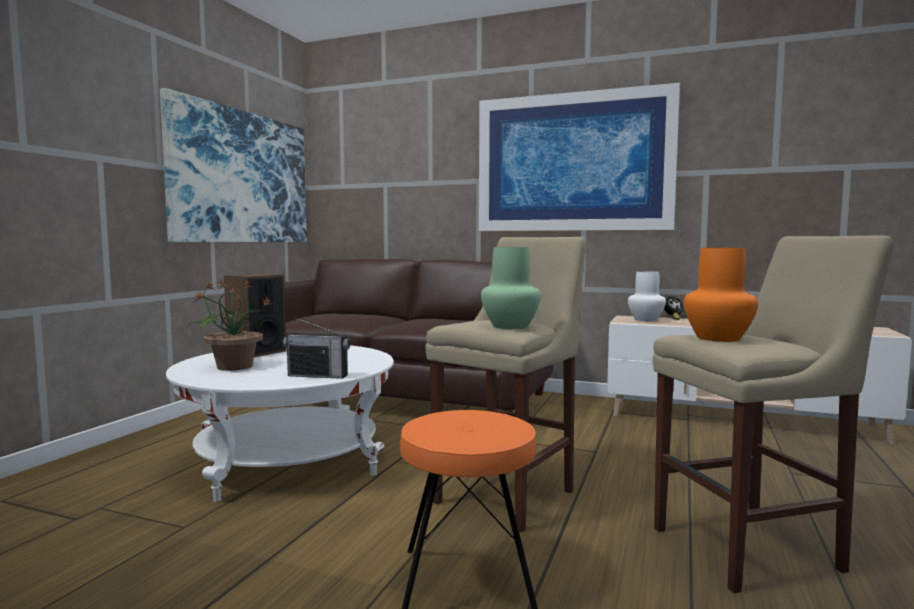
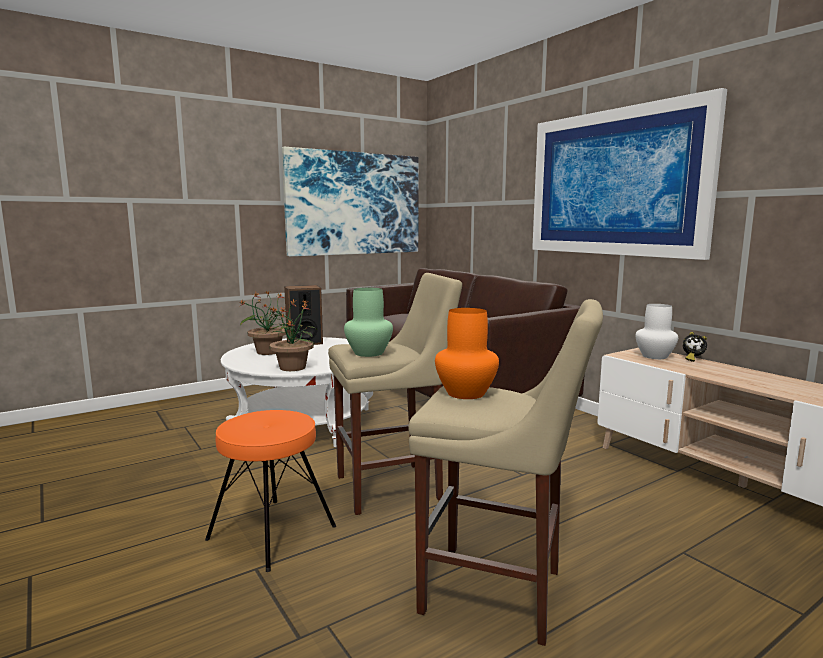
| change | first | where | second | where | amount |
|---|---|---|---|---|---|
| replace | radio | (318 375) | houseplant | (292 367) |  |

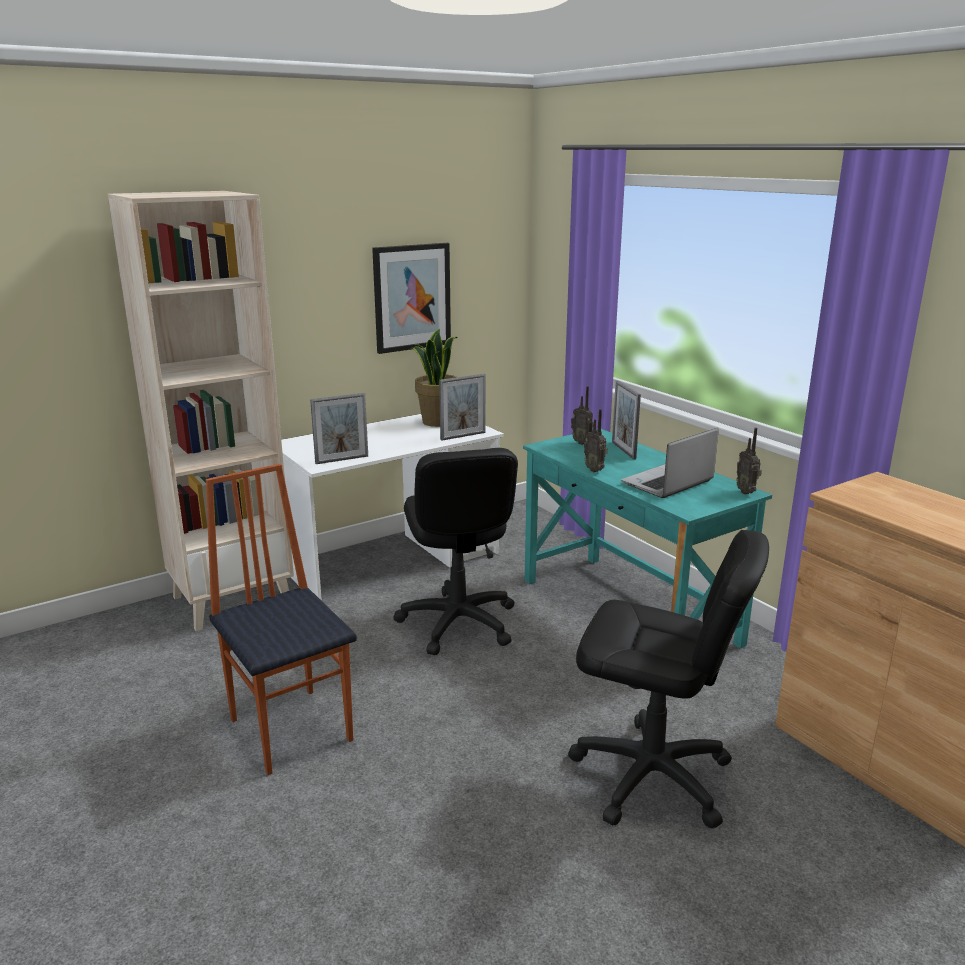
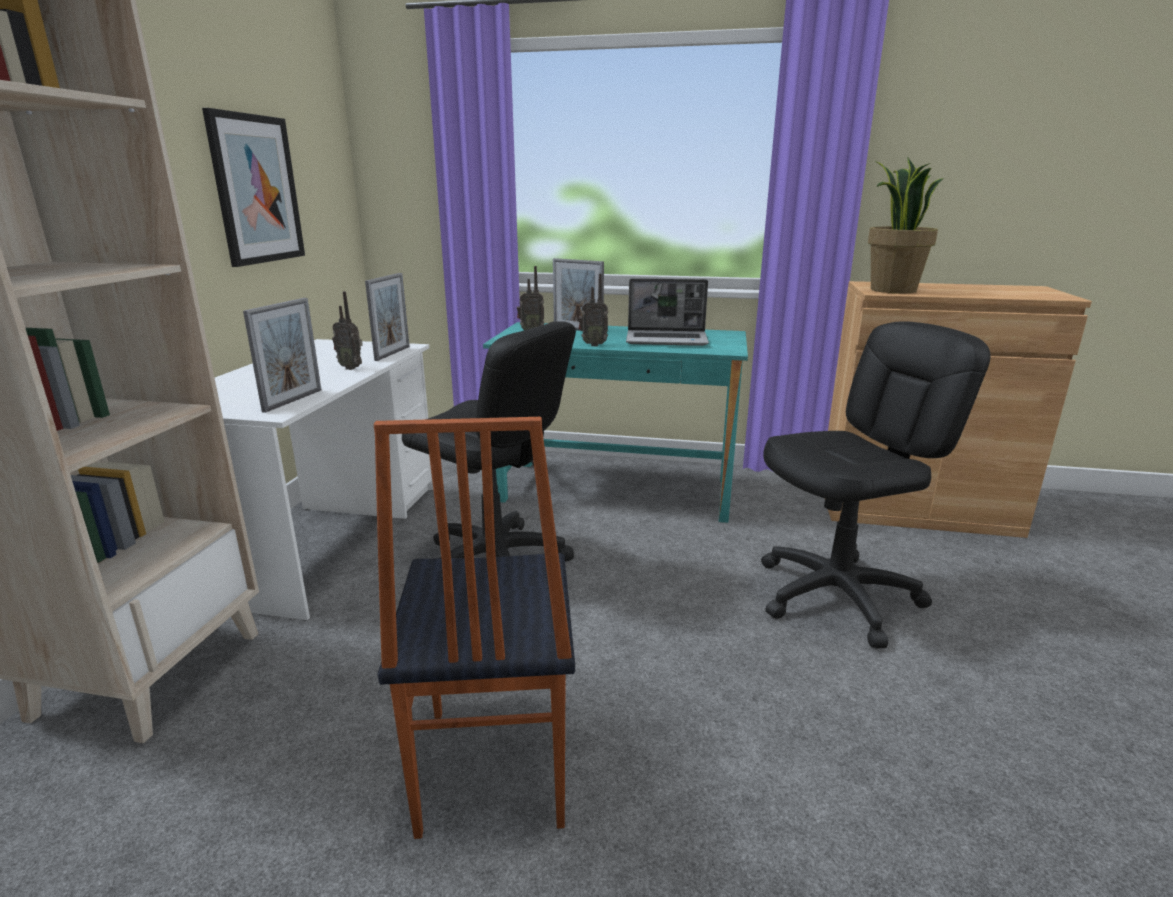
| change | first | where | second | where | amount |
|---|---|---|---|---|---|
| move | houseplant | (437 421) |  | (891 290) |  |
| rotate | portable computer | (667 483) |  | (667 340) | 90 degrees counterclockwise |
| move | radio | (746 492) |  | (351 368) |  |
| rotate | chair | (292 728) |  | (490 767) | 105 degrees counterclockwise |

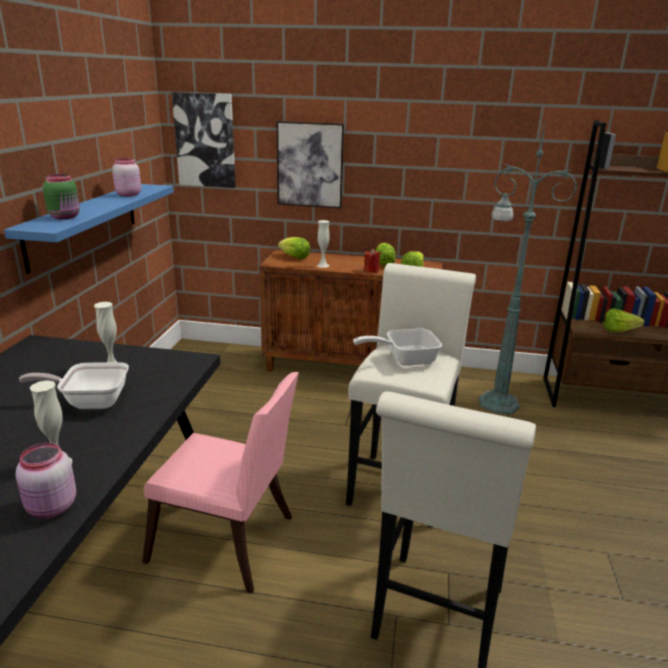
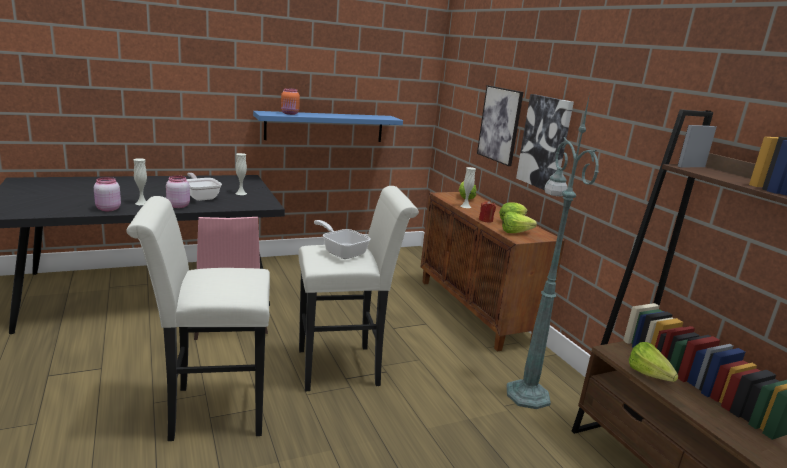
| change | first | where | second | where | amount |
|---|---|---|---|---|---|
| move | wall picture | (205 140) |  | (545 142) |  |
| move | pink-coloured jar | (128 194) |  | (178 206) |  |
| recolor | green-coloured jar | (65 217) | orangey jar | (290 113) |  |

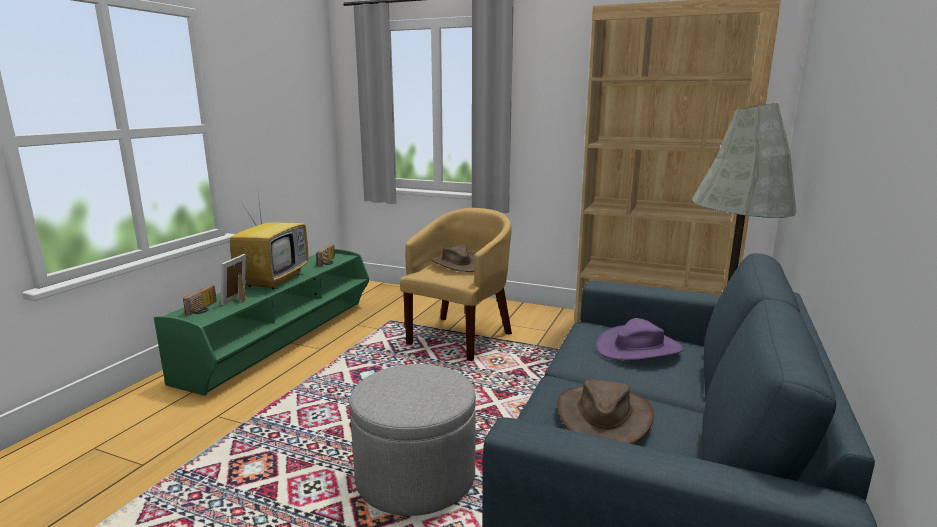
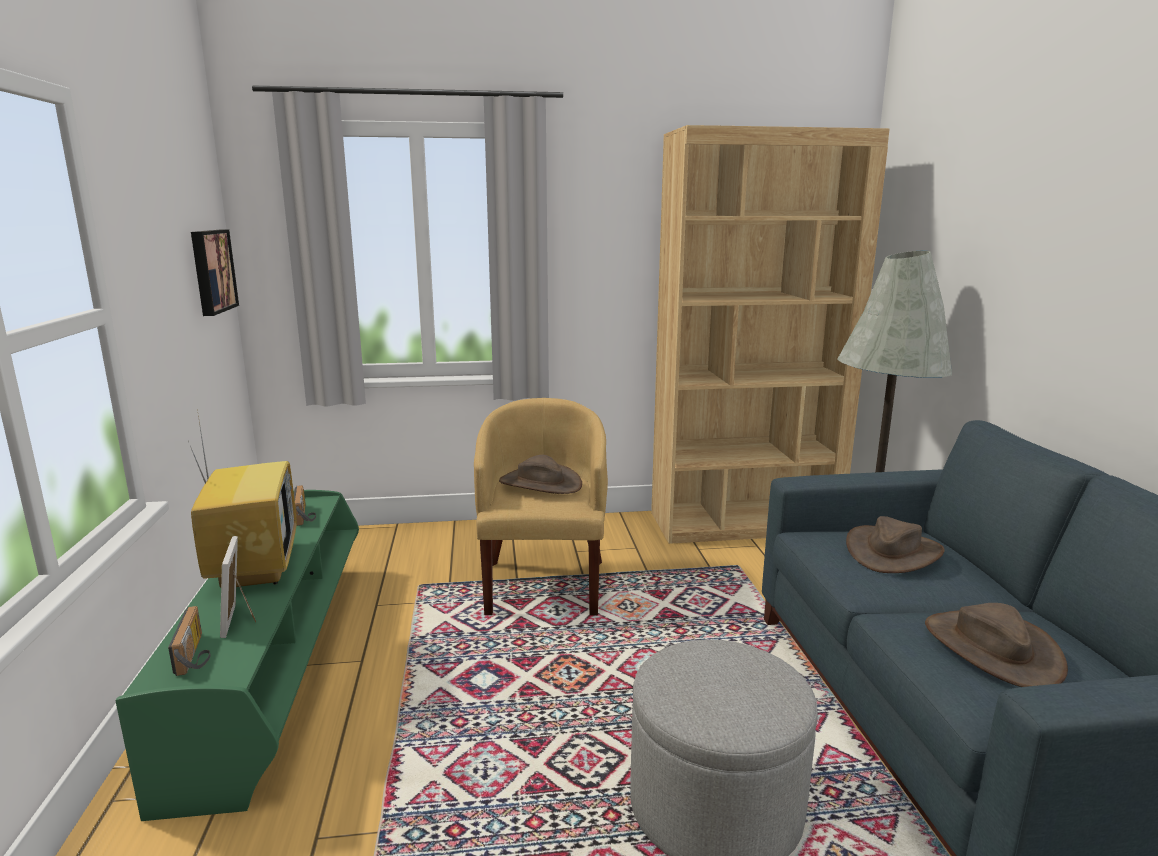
| change | first | where | second | where | amount |
|---|---|---|---|---|---|
| recolor | purple-coloured hat | (638 348) | brown hat | (892 552) |  |
| insert |  |  | wall picture | (211 271) |  |

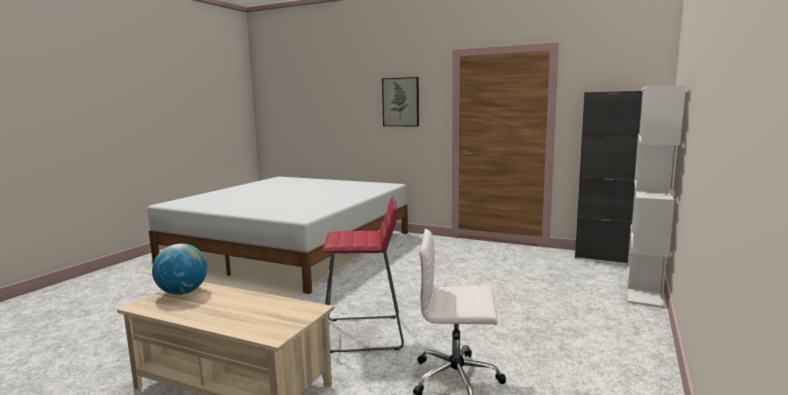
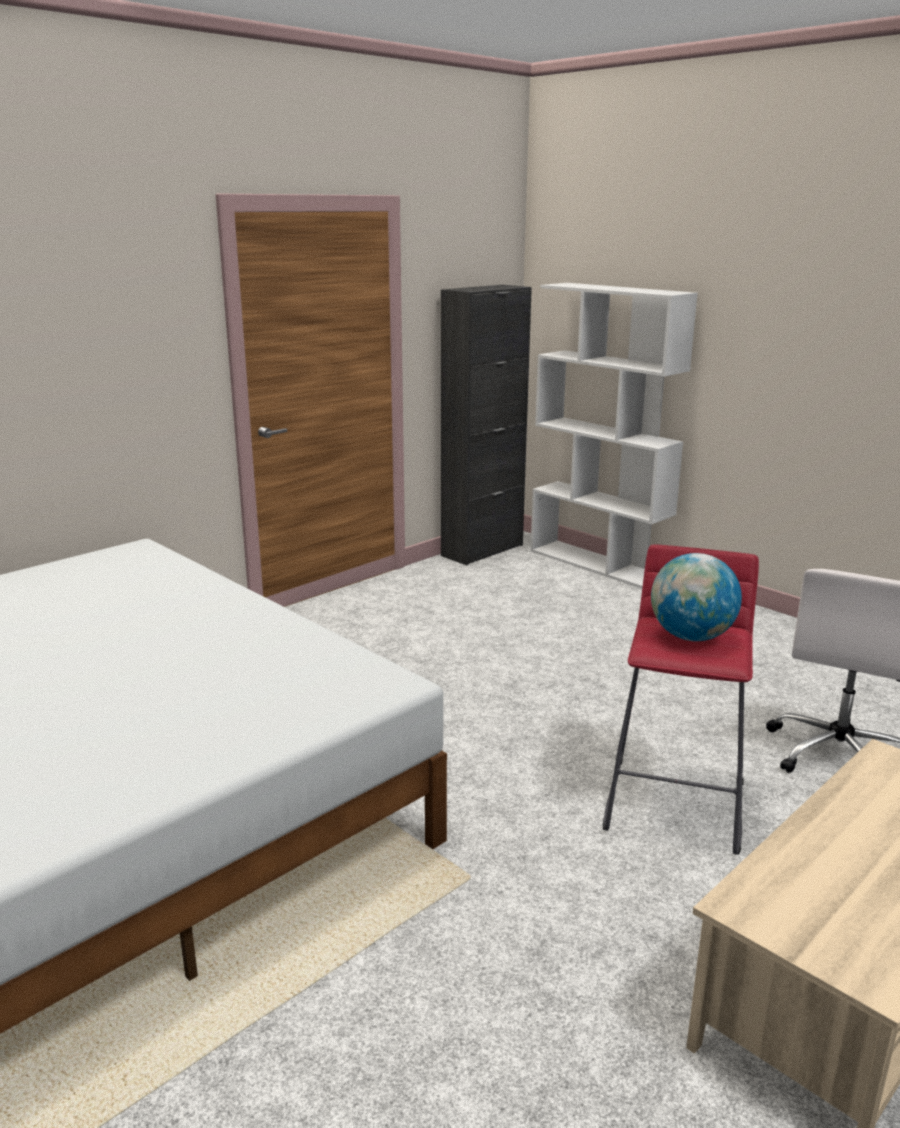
| change | first | where | second | where | amount |
|---|---|---|---|---|---|
| delete | wall picture | (401 102) |  |  |  |
| move | world globe | (182 292) |  | (691 637) |  |

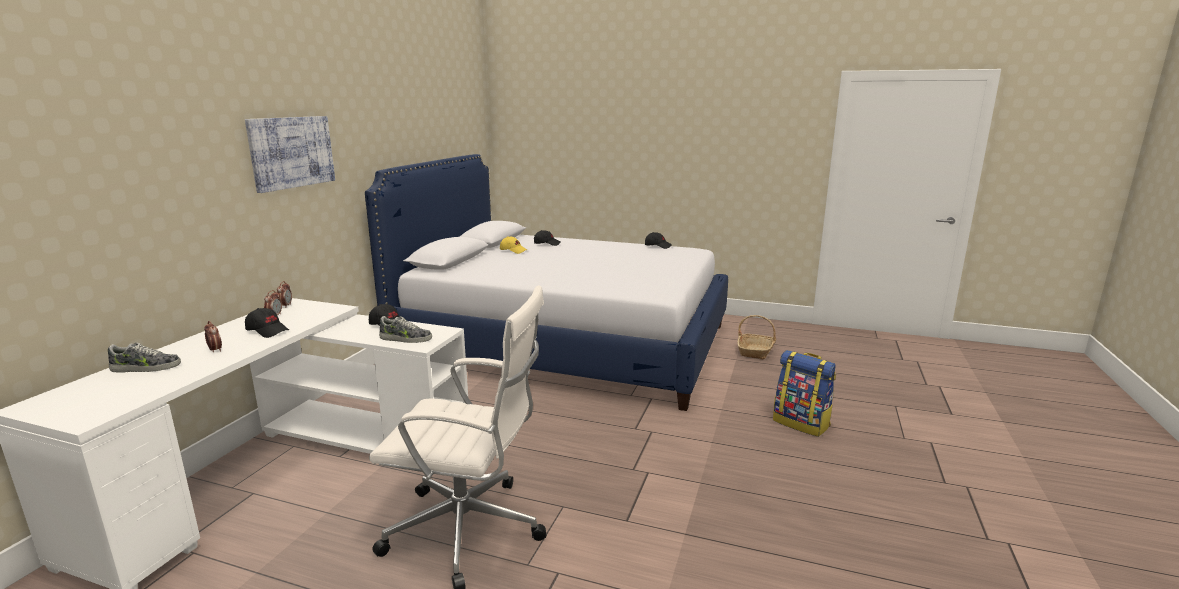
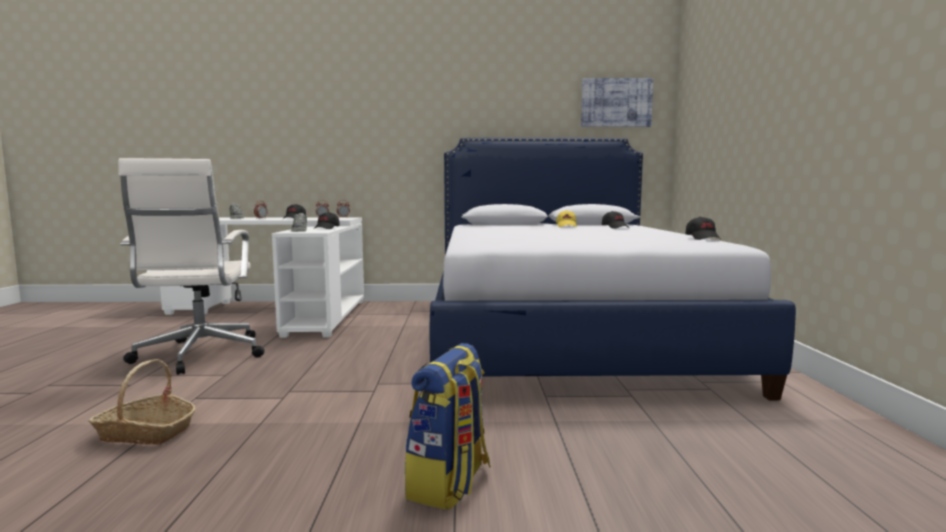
| change | first | where | second | where | amount |
|---|---|---|---|---|---|
| move | wall picture | (291 152) |  | (616 102) |  |
| move | storage basket | (756 351) |  | (146 433) |  |

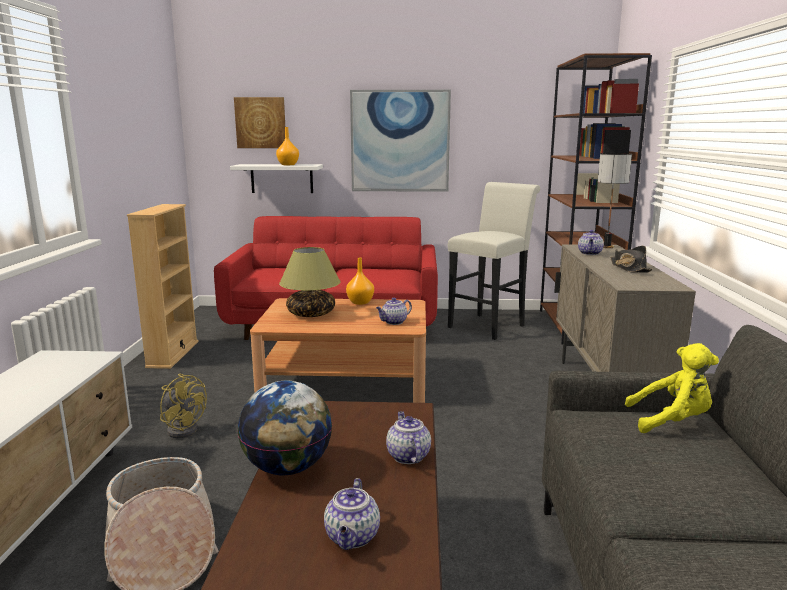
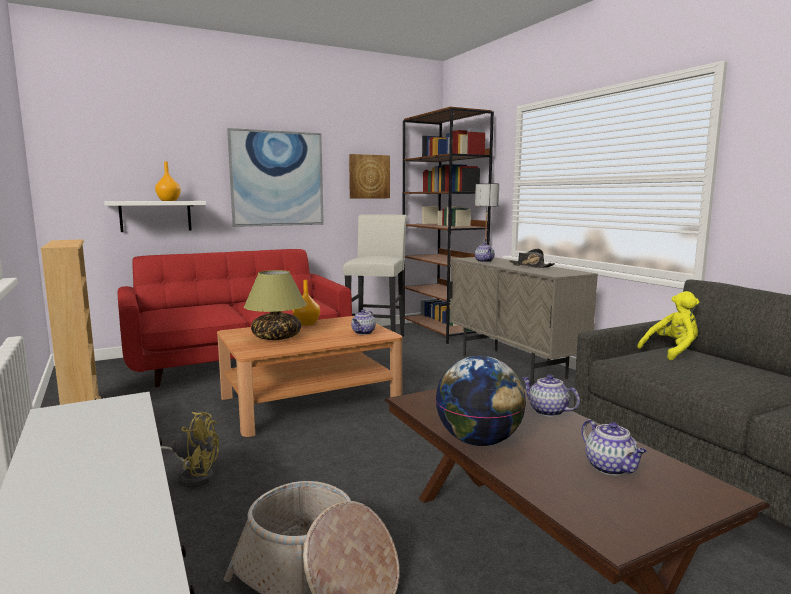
| change | first | where | second | where | amount |
|---|---|---|---|---|---|
| move | wall picture | (261 123) |  | (369 176) |  |

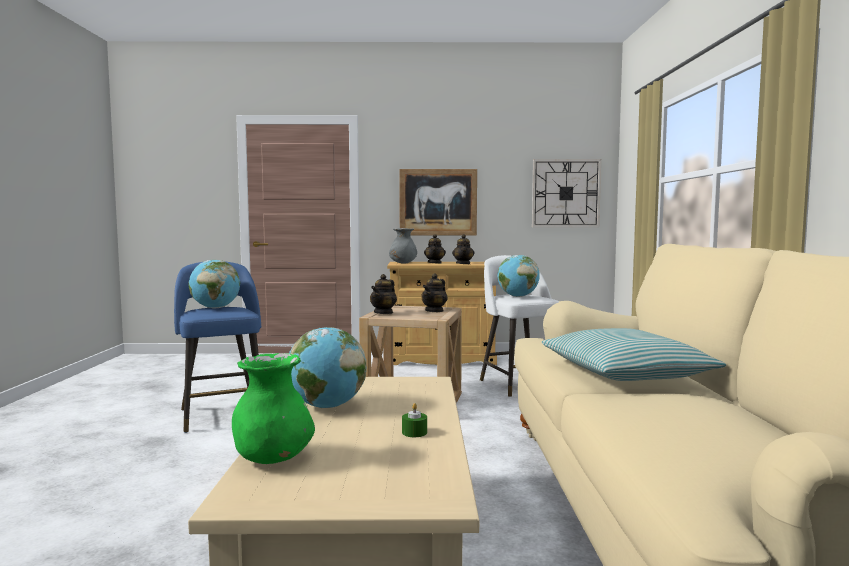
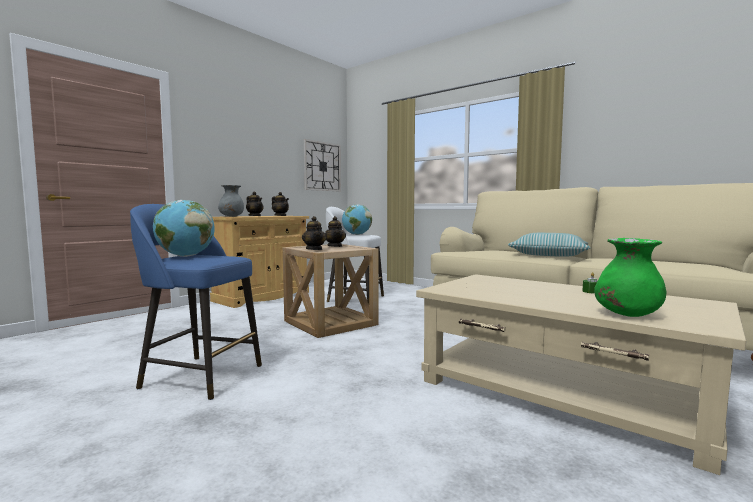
| change | first | where | second | where | amount |
|---|---|---|---|---|---|
| delete | wall picture | (438 202) |  |  |  |
| delete | world globe | (326 406) |  |  |  |

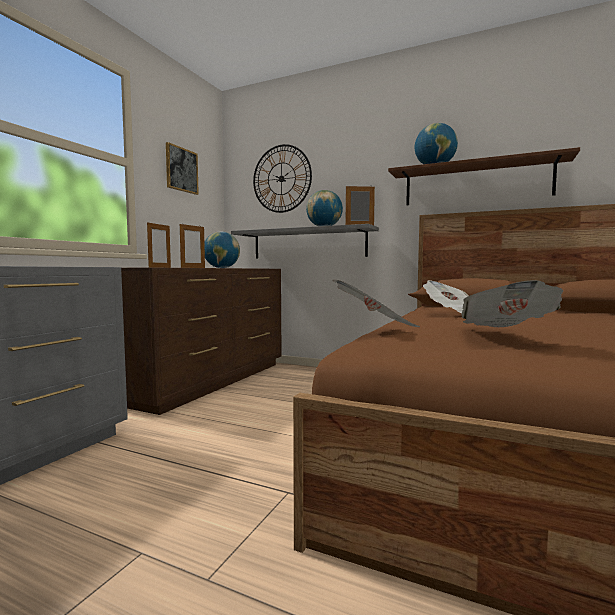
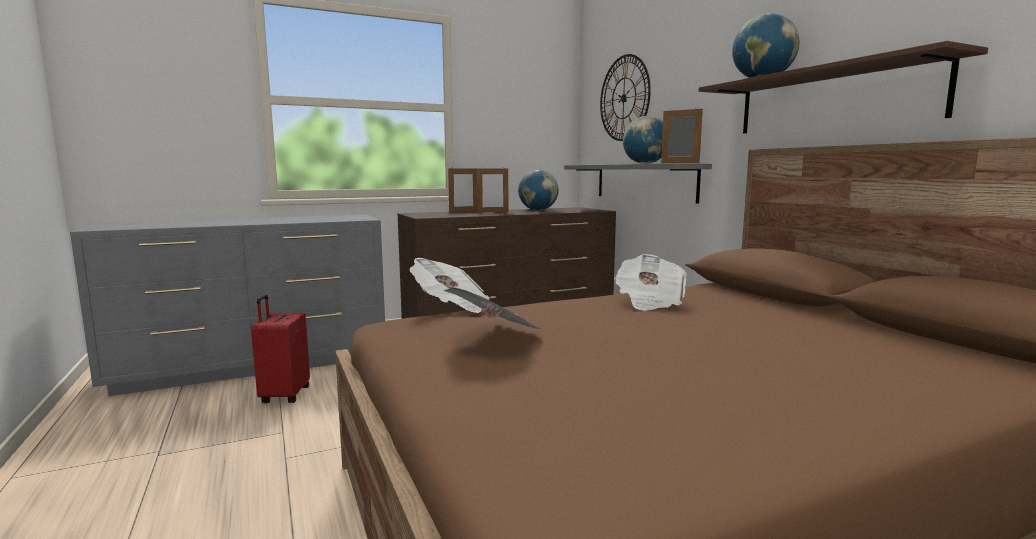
| change | first | where | second | where | amount |
|---|---|---|---|---|---|
| delete | wall picture | (181 169) |  |  |  |
| insert |  |  | red piece of luggage | (284 396) |  |

